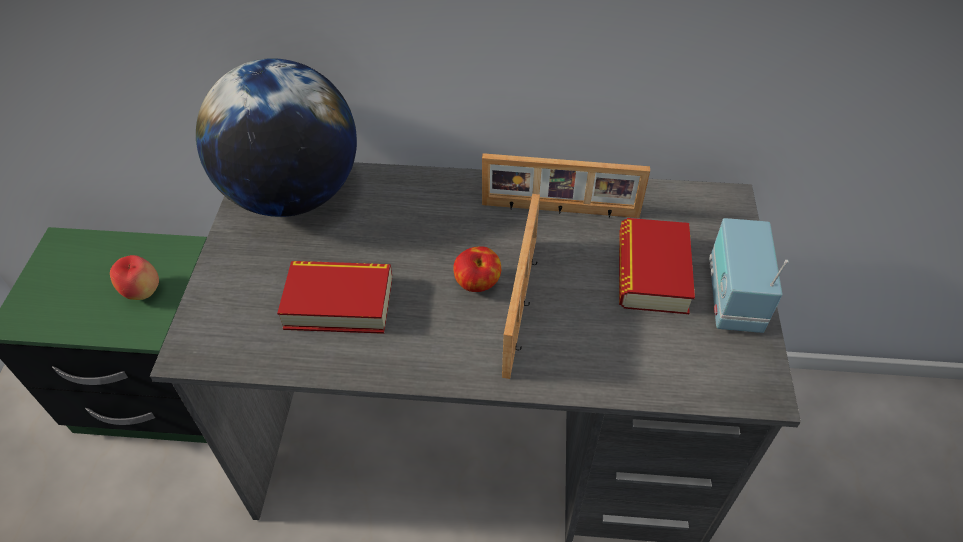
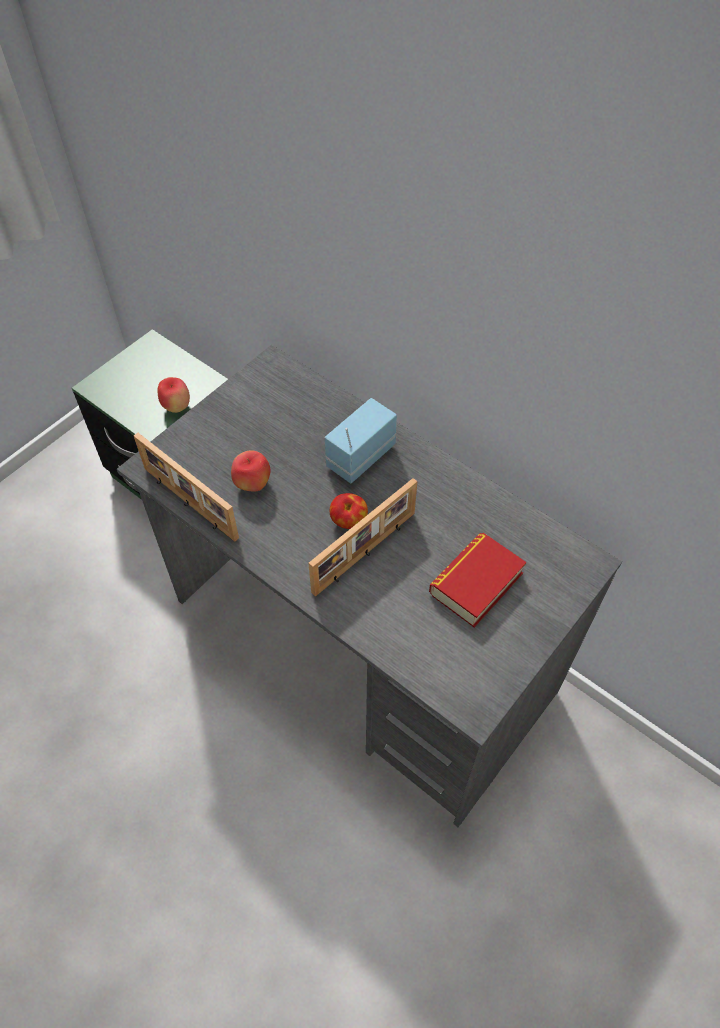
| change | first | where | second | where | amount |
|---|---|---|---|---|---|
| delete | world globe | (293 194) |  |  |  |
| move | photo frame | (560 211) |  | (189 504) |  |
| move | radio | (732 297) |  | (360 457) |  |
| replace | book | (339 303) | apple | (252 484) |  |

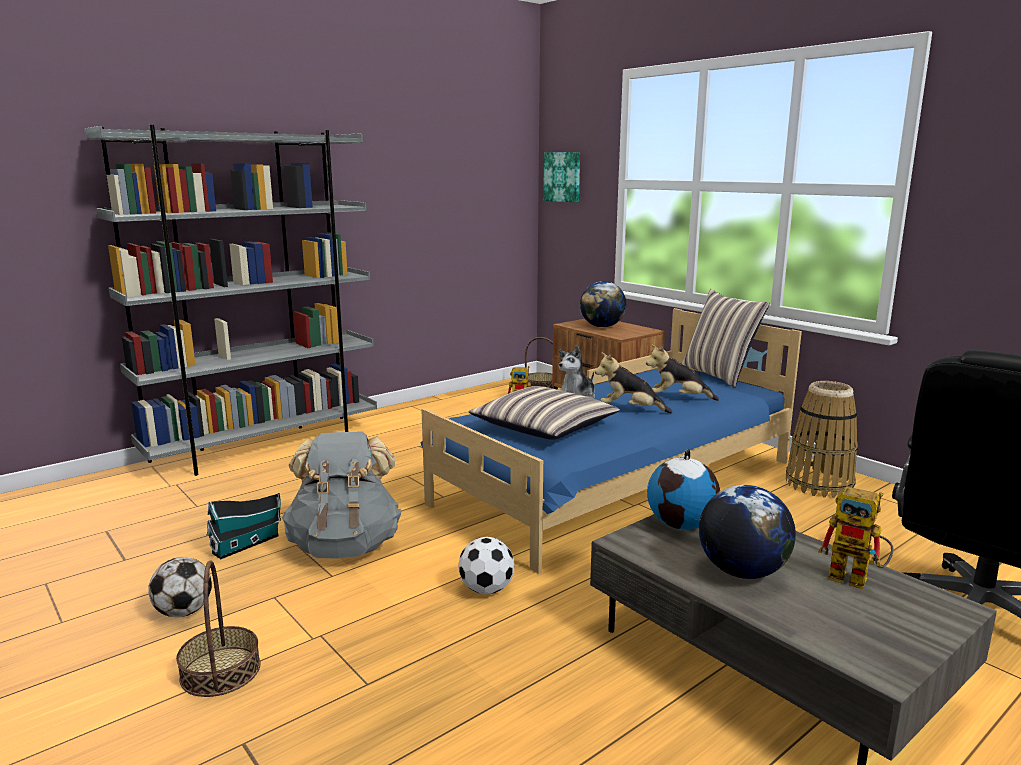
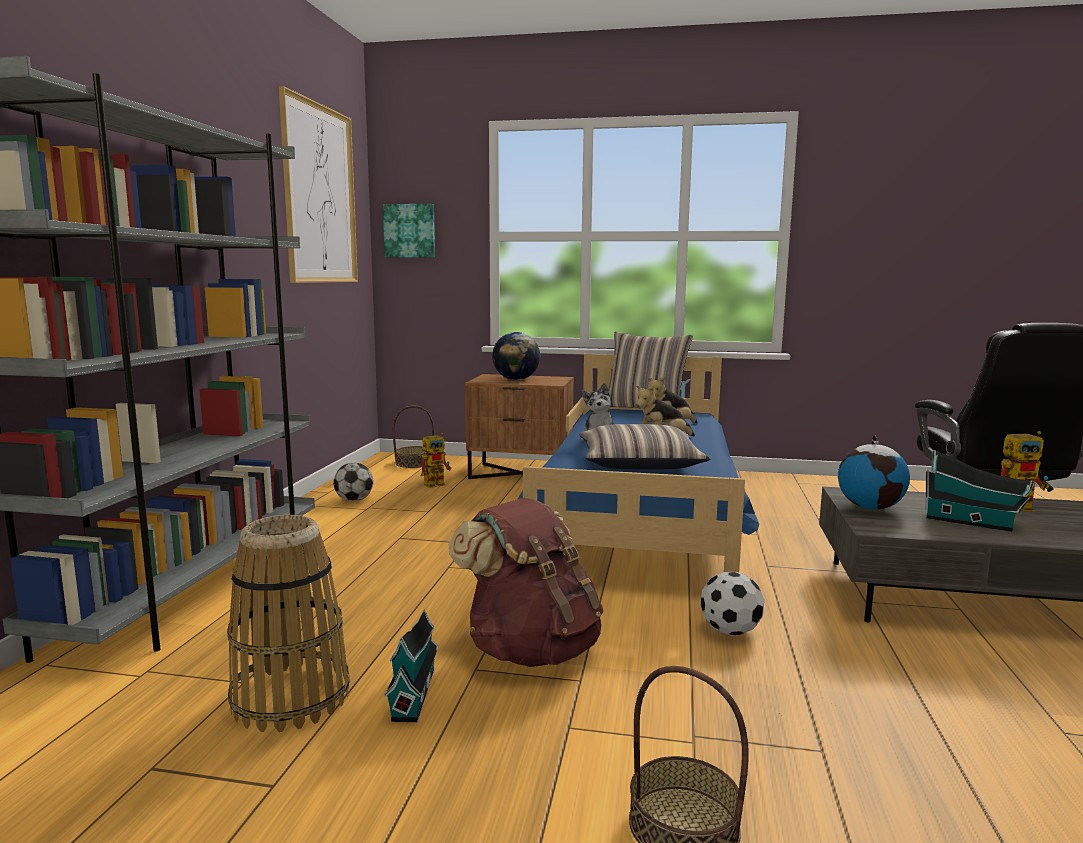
| change | first | where | second | where | amount |
|---|---|---|---|---|---|
| move | storage basket | (819 484) |  | (292 698) |  |
| recolor | gray backpack | (345 546) | brown backpack | (531 649) |  |
| replace | world globe | (742 572) | toy house | (972 522) |  |
| move | football | (184 612) |  | (354 500) |  |
| insert |  |  | wall picture | (320 195) |  |

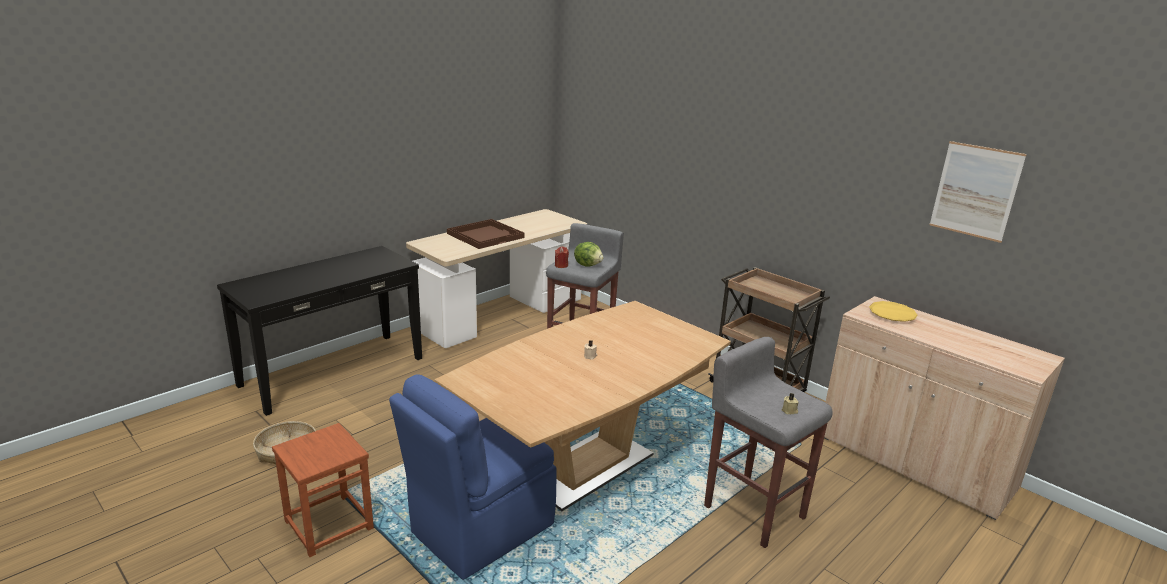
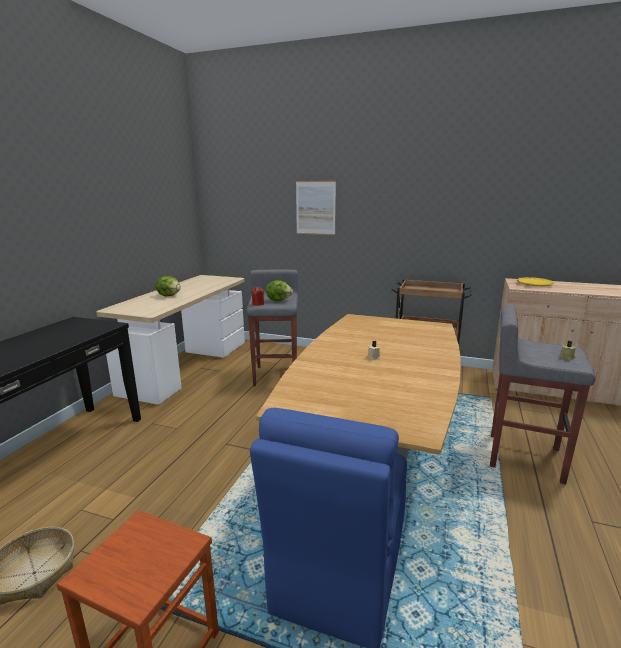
| change | first | where | second | where | amount |
|---|---|---|---|---|---|
| move | wall picture | (975 191) |  | (315 208) |  |
| replace | brown tray | (485 235) | head of lettuce | (169 295) |  |

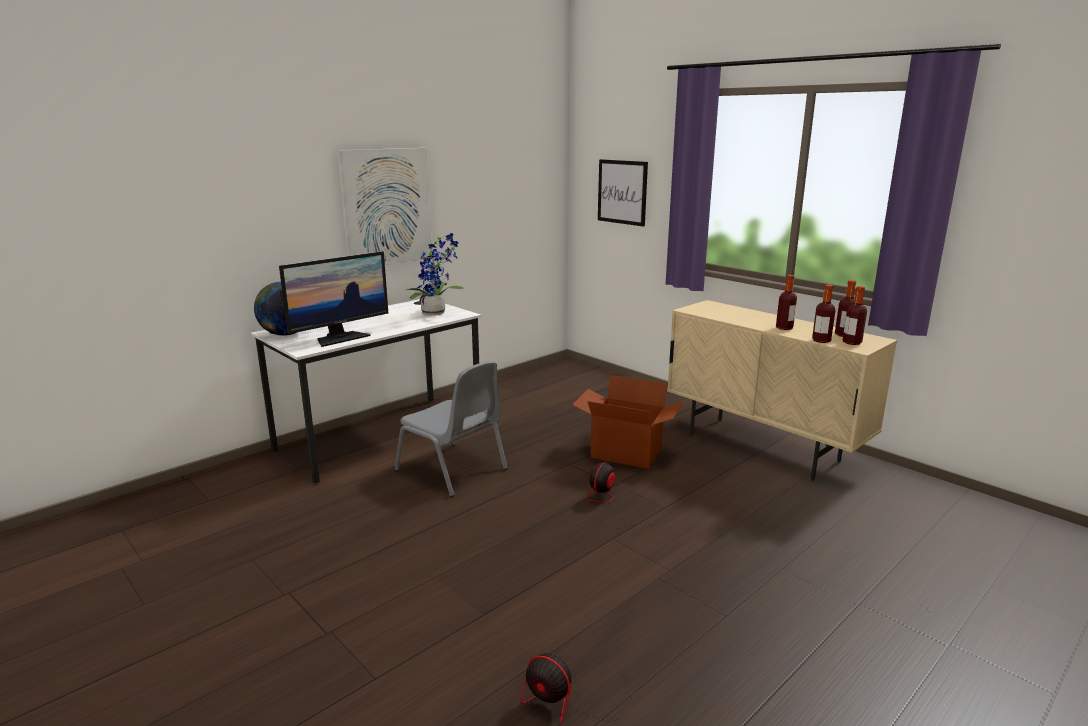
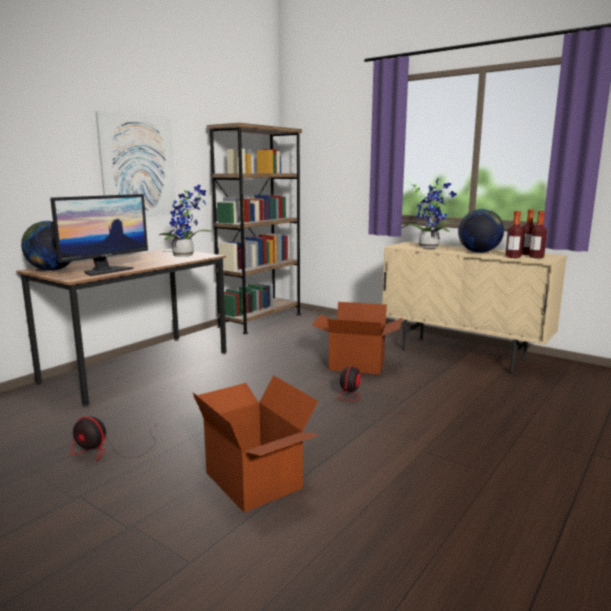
| change | first | where | second | where | amount |
|---|---|---|---|---|---|
| delete | wall picture | (622 192) |  |  |  |
| replace | drink bottle | (784 328) | world globe | (478 252) |  |
| recolor | white-coloured desk table | (380 437) | brown desk table | (138 367) |  |
| delete | gray chair | (453 470) |  |  |  |
| move | electric fan | (572 699) |  | (110 450) |  |
| insert |  |  | brown bookcase | (260 320) |  |
| insert |  |  | houseplant | (429 247) |  |
| insert |  |  | cardboard box | (255 480) |  |

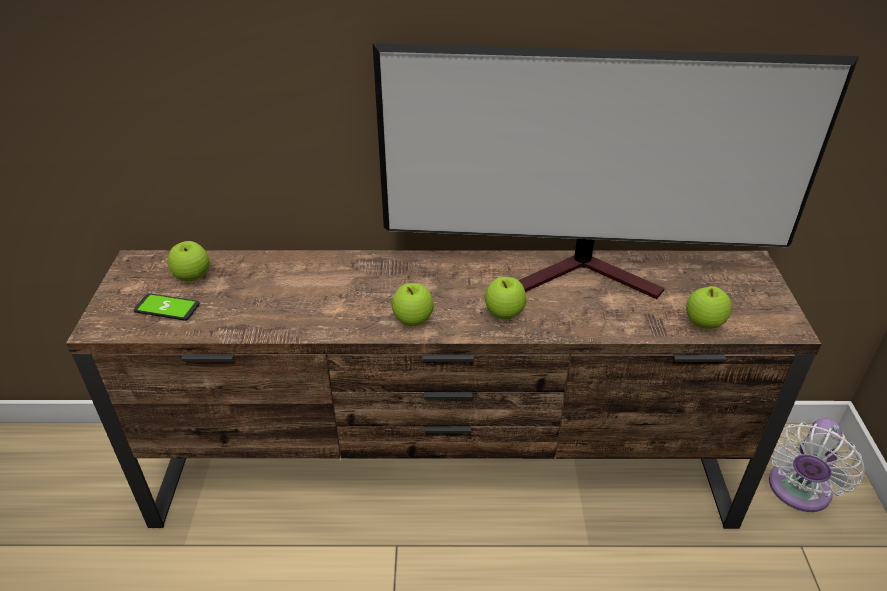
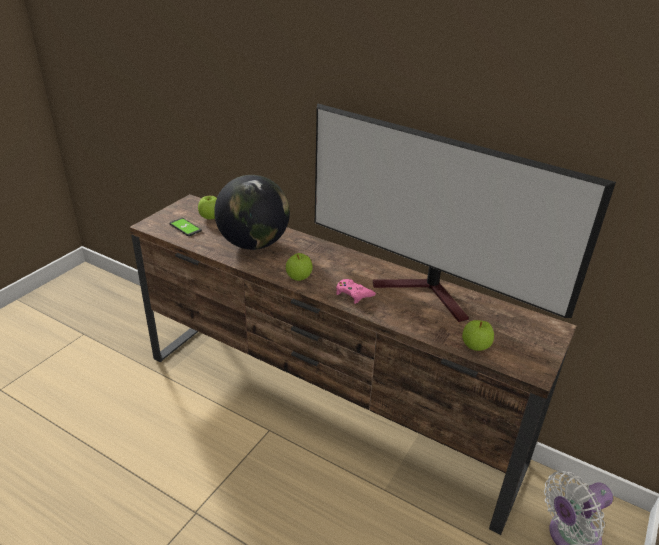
| change | first | where | second | where | amount |
|---|---|---|---|---|---|
| replace | apple | (504 313) | pink-coloured joypad | (353 294) |  |
| insert |  |  | world globe | (253 244) |  |

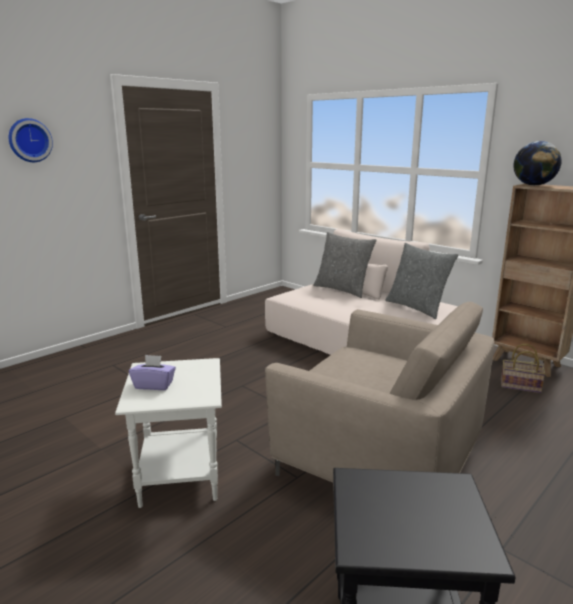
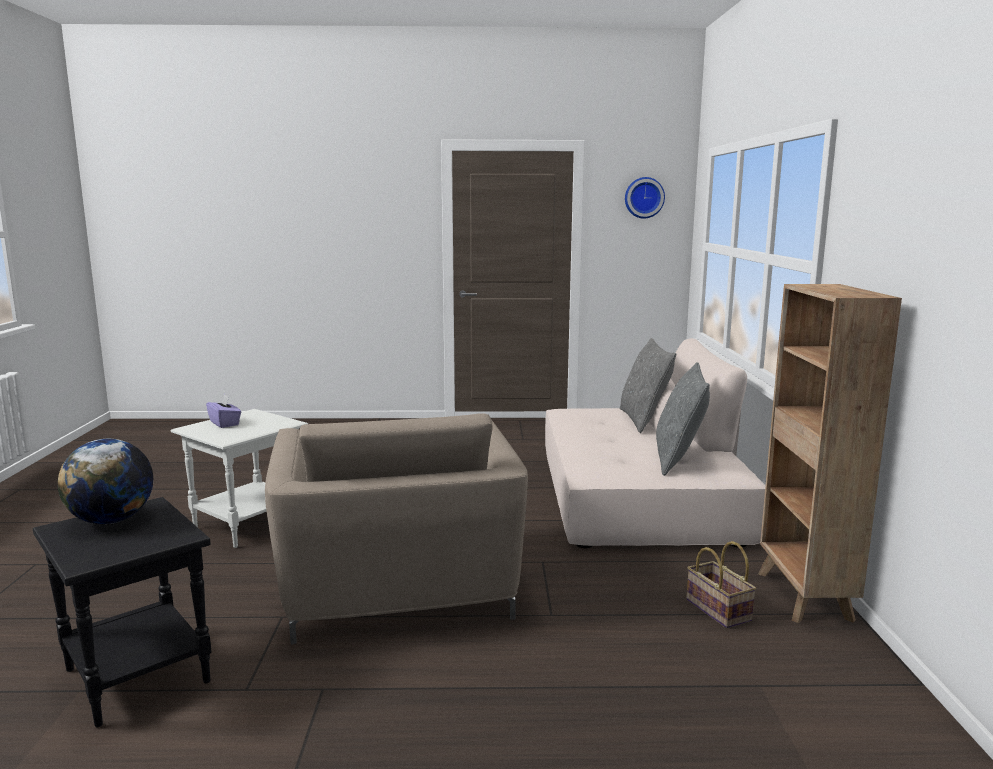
| change | first | where | second | where | amount |
|---|---|---|---|---|---|
| move | hanging clock | (29 140) |  | (644 197) |  |
| move | world globe | (533 185) |  | (112 520) |  |

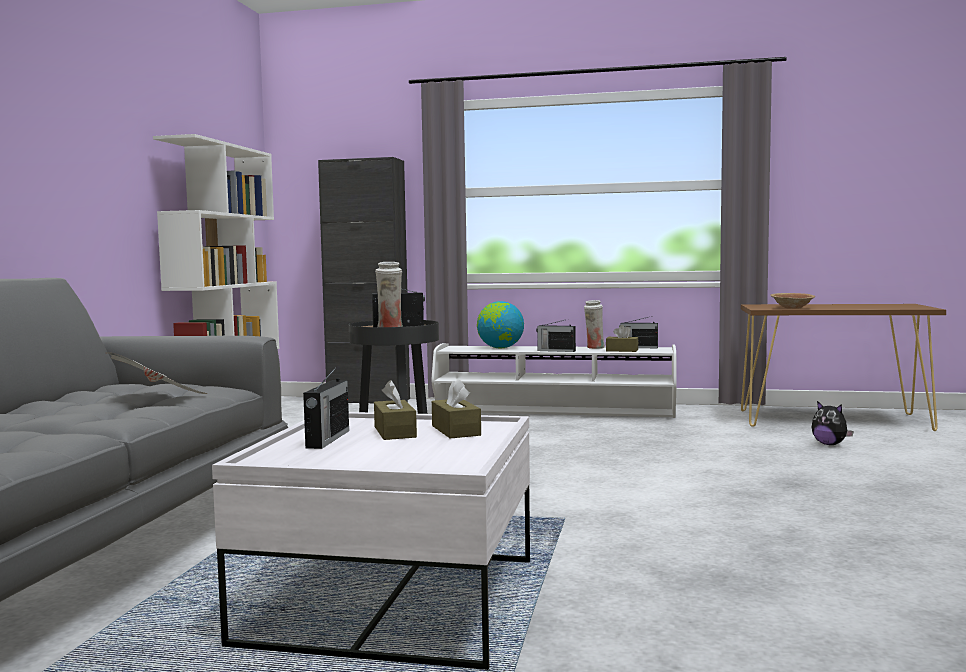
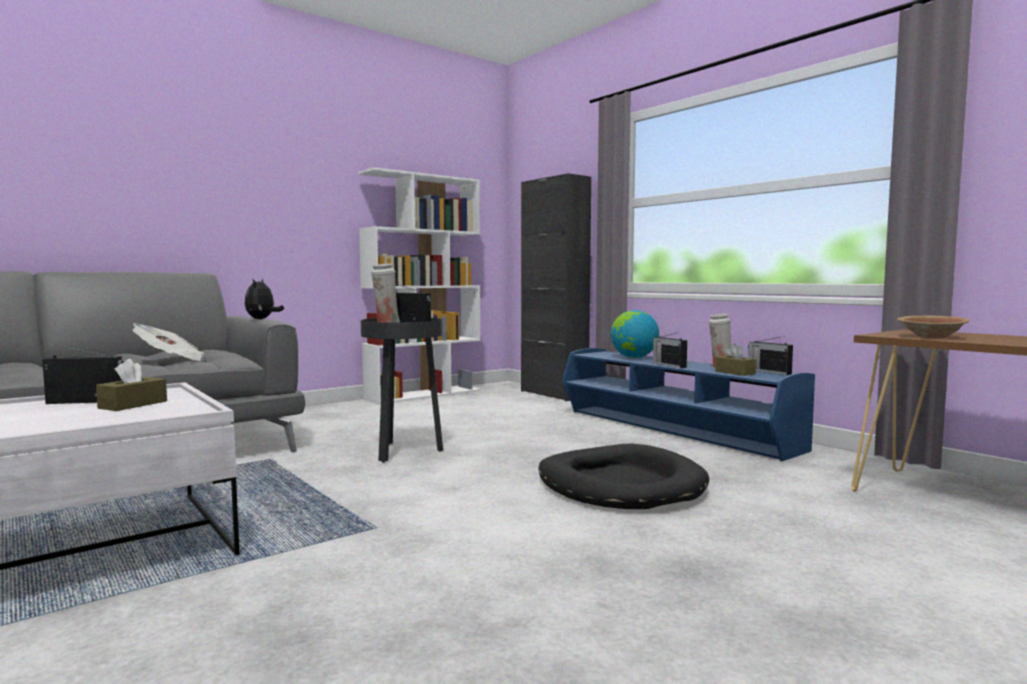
| change | first | where | second | where | amount |
|---|---|---|---|---|---|
| recolor | white-coloured tv stand | (554 412) | blue tv stand | (672 430) |  |
| rotate | radio | (327 439) |  | (87 401) | 150 degrees counterclockwise |
| delete | brown tissue box | (456 430) |  |  |  |
| move | soft toy | (830 444) |  | (262 319) |  |
| insert |  |  | black pet bed | (620 484) |  |

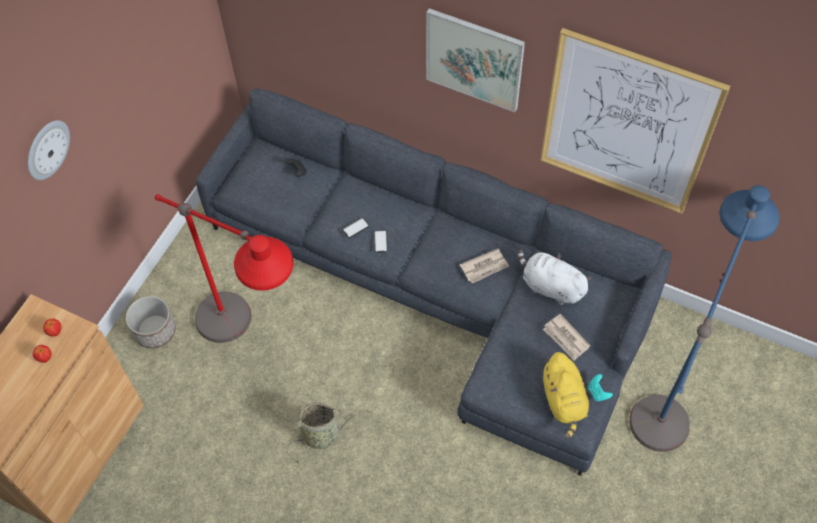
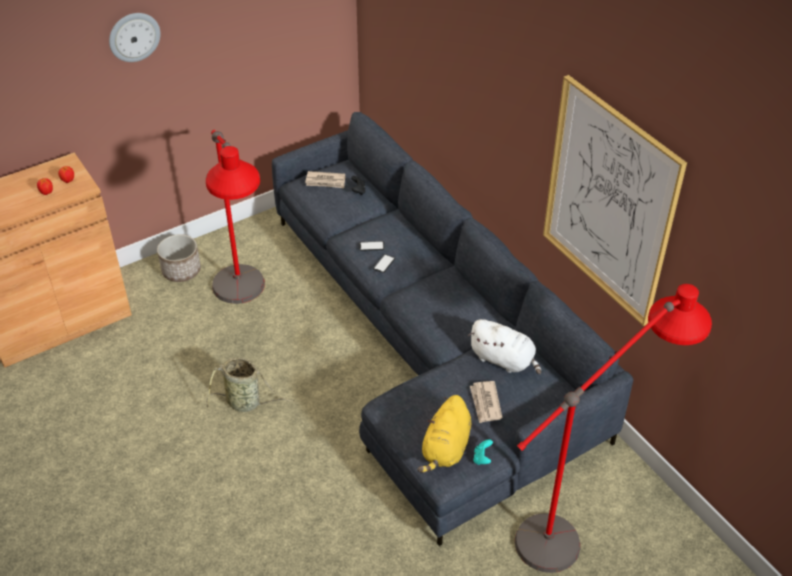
| change | first | where | second | where | amount |
|---|---|---|---|---|---|
| delete | wall picture | (474 59) |  |  |  |
| recolor | blue standard lamp | (672 387) | red standard lamp | (583 521) |  |
| move | printed paper | (485 267) |  | (325 181) |  |
| rotate | white-coloured soft toy | (550 286) |  | (504 360) | 150 degrees clockwise |

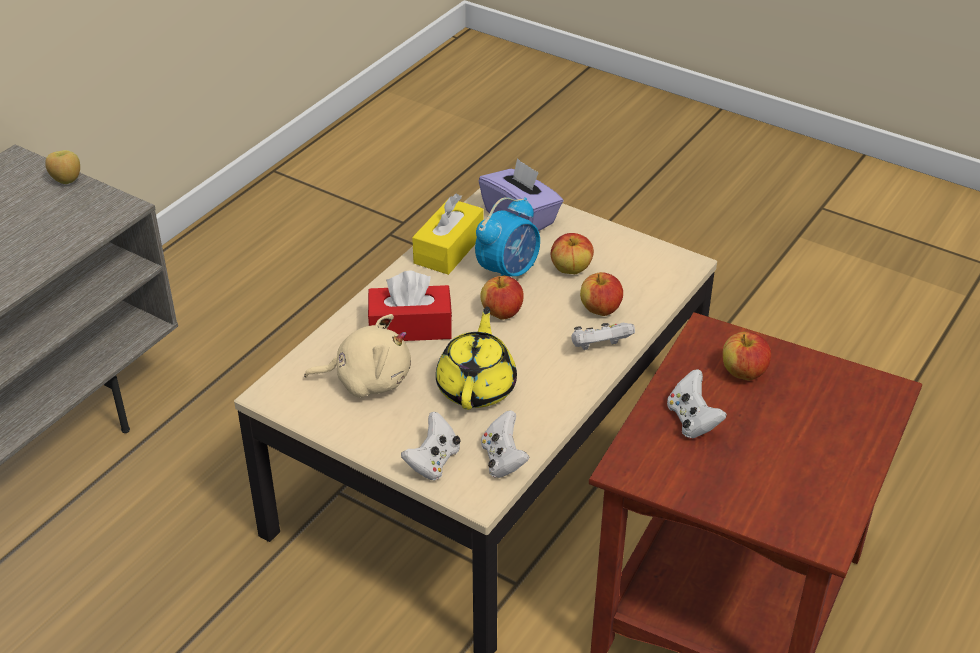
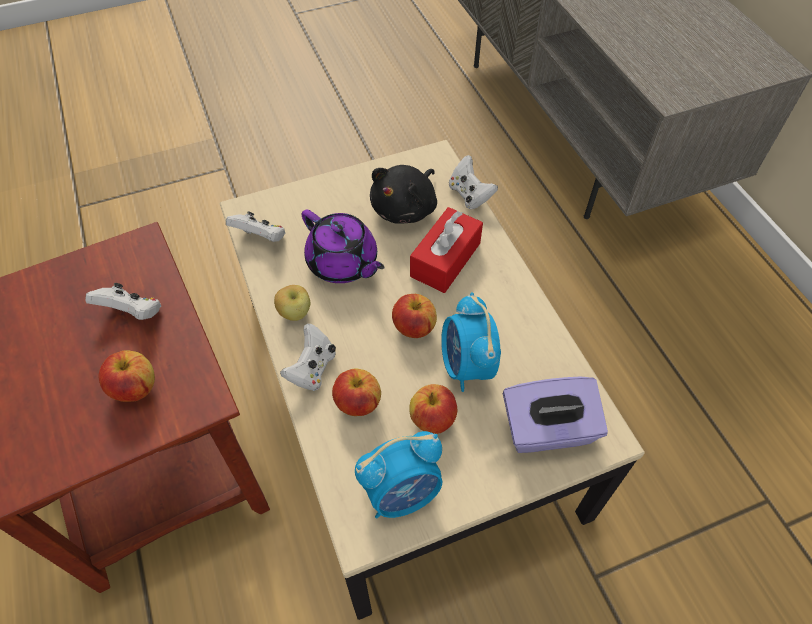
| change | first | where | second | where | amount |
|---|---|---|---|---|---|
| move | apple | (66 181) |  | (295 313) |  |
| delete | yellow tissue box | (449 249) |  |  |  |
| recolor | yellow teapot | (477 386) | purple-coloured teapot | (343 263) |  |
| recolor | beige-coloured soft toy | (368 380) | black soft toy | (406 208) |  |
| move | white-coloured joypad | (433 462) |  | (469 195) |  |
| insert |  |  | bedside clock | (402 493) |  |

